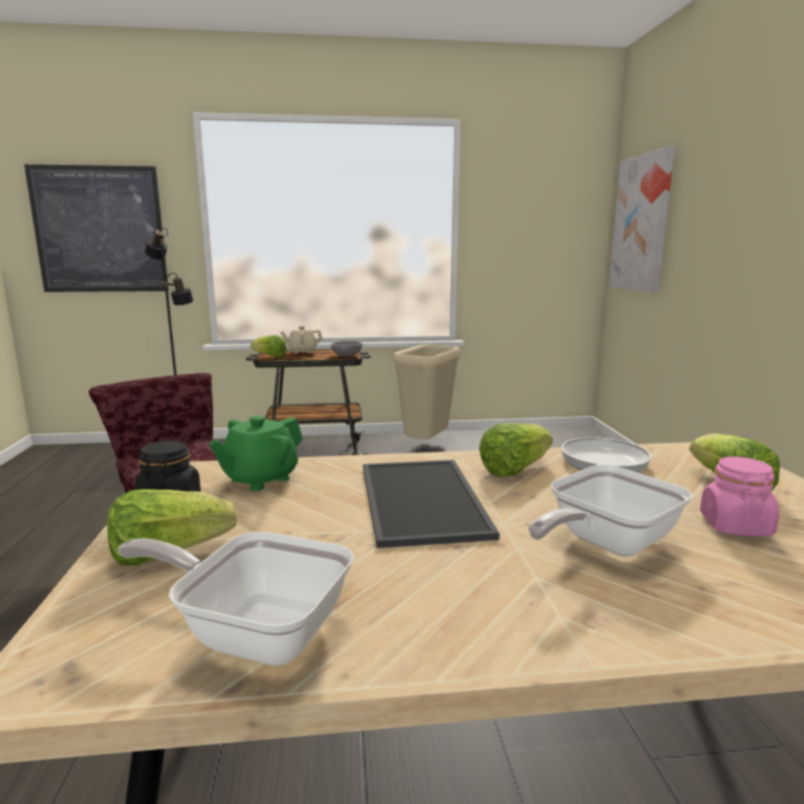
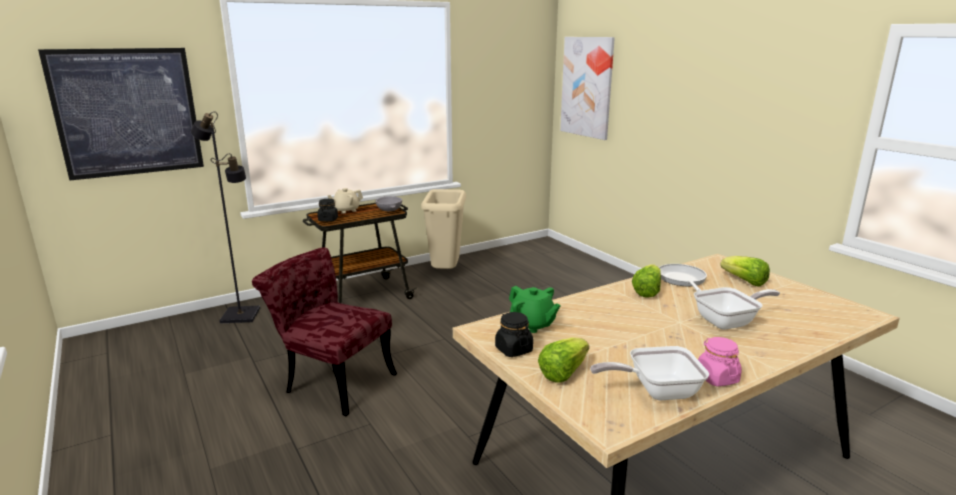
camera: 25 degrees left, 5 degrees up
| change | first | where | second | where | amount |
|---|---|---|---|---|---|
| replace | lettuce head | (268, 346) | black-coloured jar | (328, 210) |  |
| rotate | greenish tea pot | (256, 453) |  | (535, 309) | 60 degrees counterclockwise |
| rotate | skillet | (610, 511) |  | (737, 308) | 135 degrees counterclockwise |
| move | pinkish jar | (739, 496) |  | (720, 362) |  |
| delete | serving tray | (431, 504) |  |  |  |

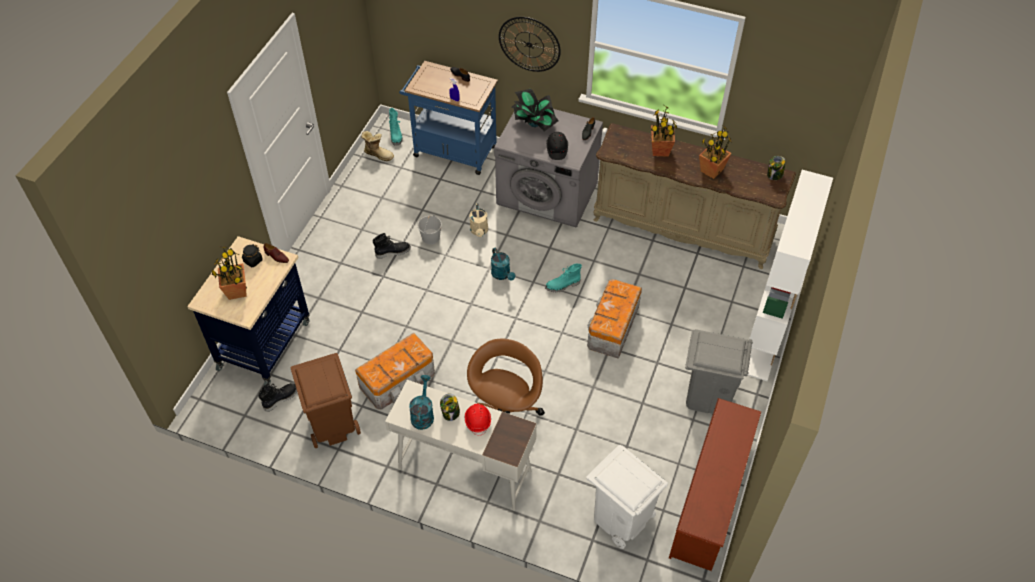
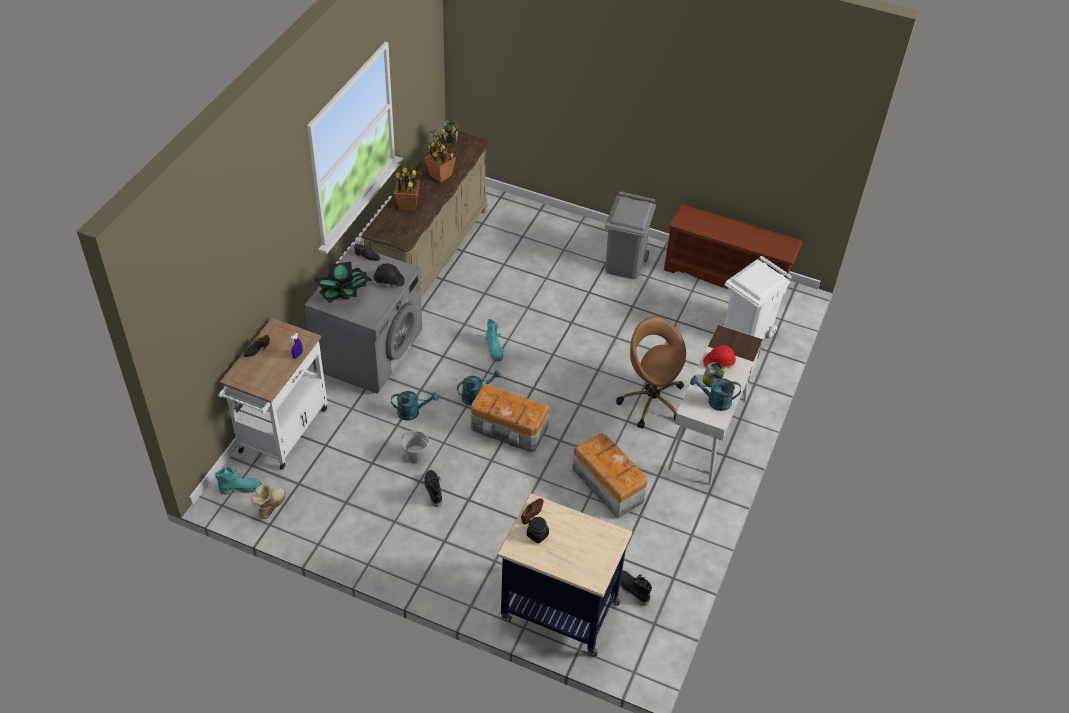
camera: 90 degrees left, 5 degrees down
| change | first | where | second | where | amount |
|---|---|---|---|---|---|
| recolor | blue-coloured trolley | (448, 118) | whitish trolley | (273, 394) |  |
| recolor | beige-coloured watering can | (478, 220) | turquoise-coloured watering can | (415, 405) |  |
| move | storage box | (614, 319) |  | (510, 417) |  |
| delete | potted plant | (229, 273) |  |  |  |
| delete | brown-coloured rubbish bin | (326, 400) |  |  |  |
| delete | wall clock | (530, 44) |  |  |  |
| delete | whitish bookshelf | (790, 275) |  |  |  |

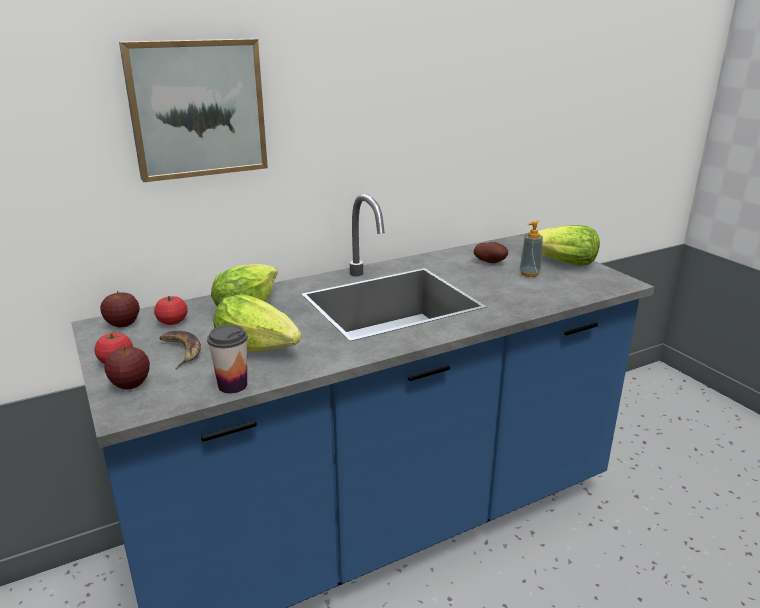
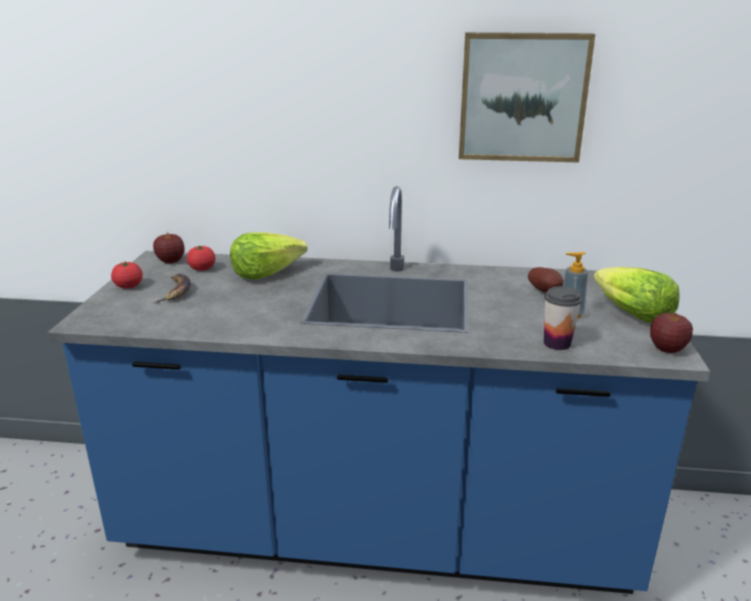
camera: 35 degrees right, 0 degrees up
| change | first | where | second | where | amount |
|---|---|---|---|---|---|
| move | wall art | (193, 110) |  | (527, 97) |  |
| move | drinking cup | (227, 359) |  | (563, 318) |  |
| move | whole apple | (127, 368) |  | (671, 333) |  |
| delete | lettuce head | (257, 323) |  |  |  |

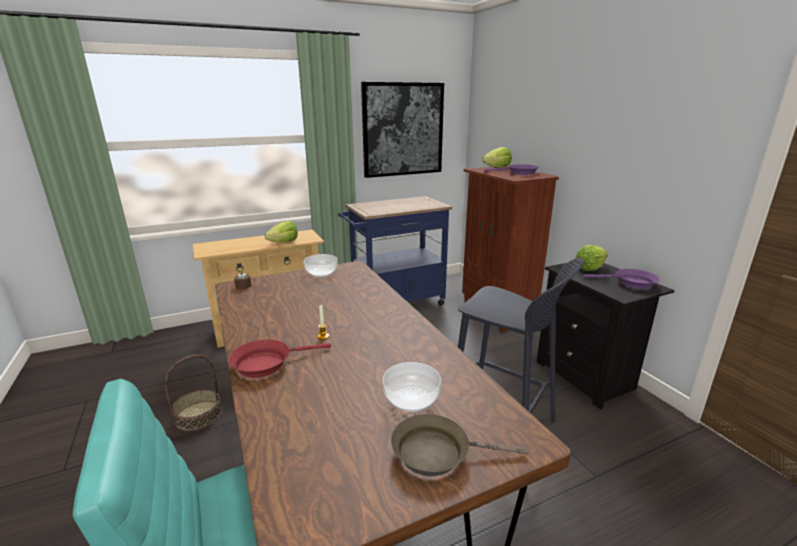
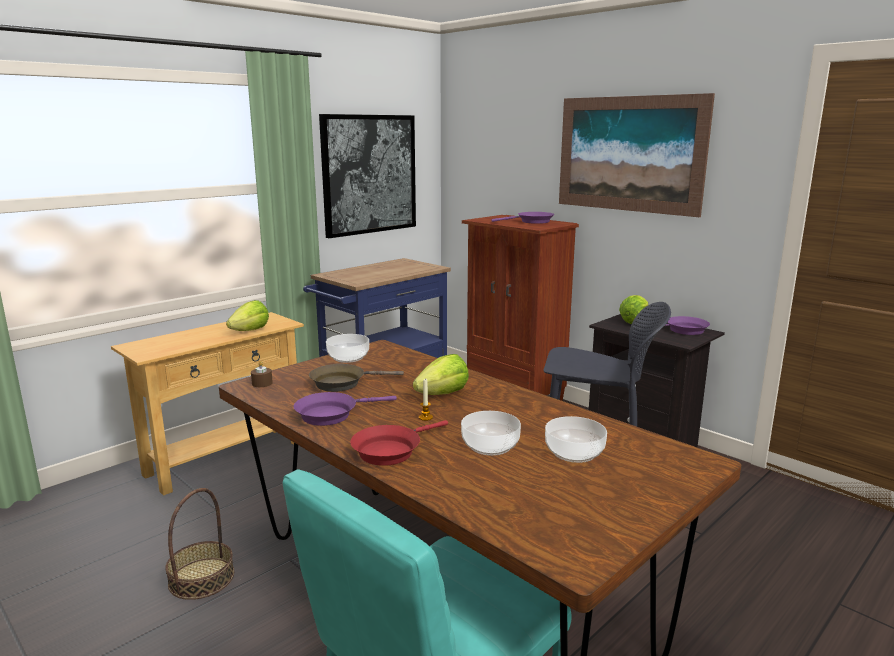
camera: 20 degrees left, 5 degrees down
| change | first | where | second | where | amount |
|---|---|---|---|---|---|
| insert |  |  | purplish skillet | (345, 409) |  |
| move | brown-coloured skillet | (459, 445) |  | (356, 378) |  |
| move | lettuce head | (497, 157) |  | (441, 374) |  |
| insert |  |  | deep dish | (491, 433) |  |
| insert |  |  | wall art | (637, 155) |  |

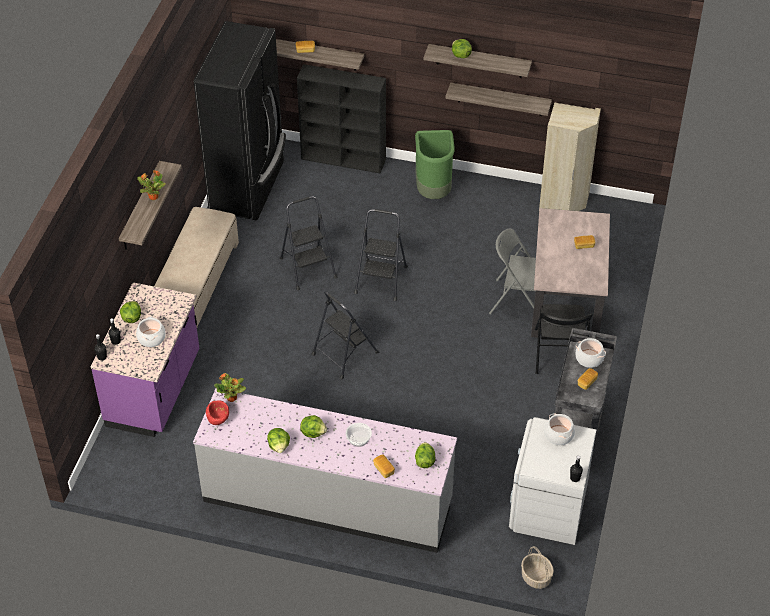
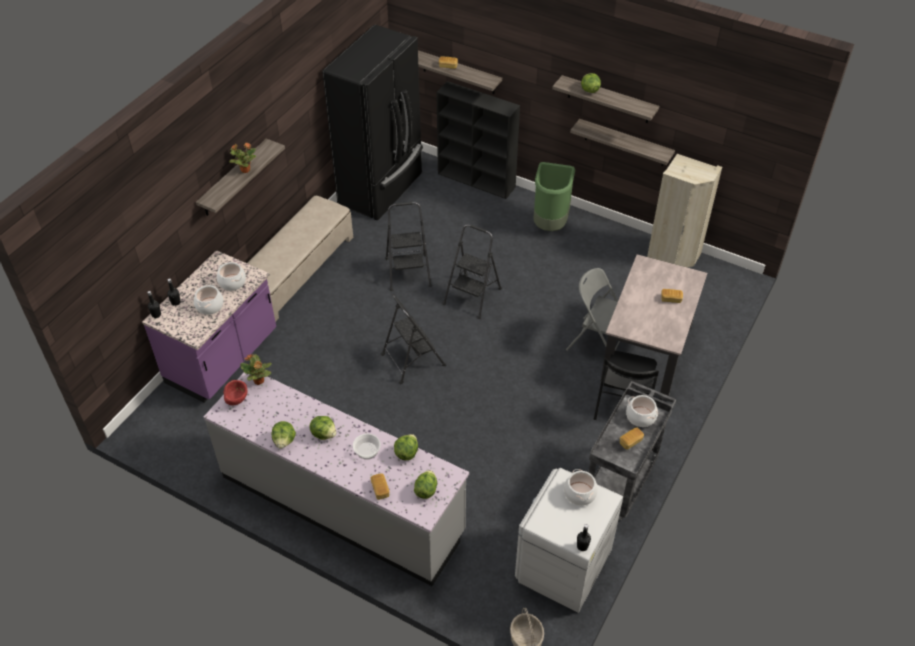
camera: 15 degrees right, 0 degrees up
| change | first | where | second | where | amount |
|---|---|---|---|---|---|
| insert |  |  | stockpot | (231, 276) |  |
| move | lettuce head | (130, 312) |  | (406, 447) |  |

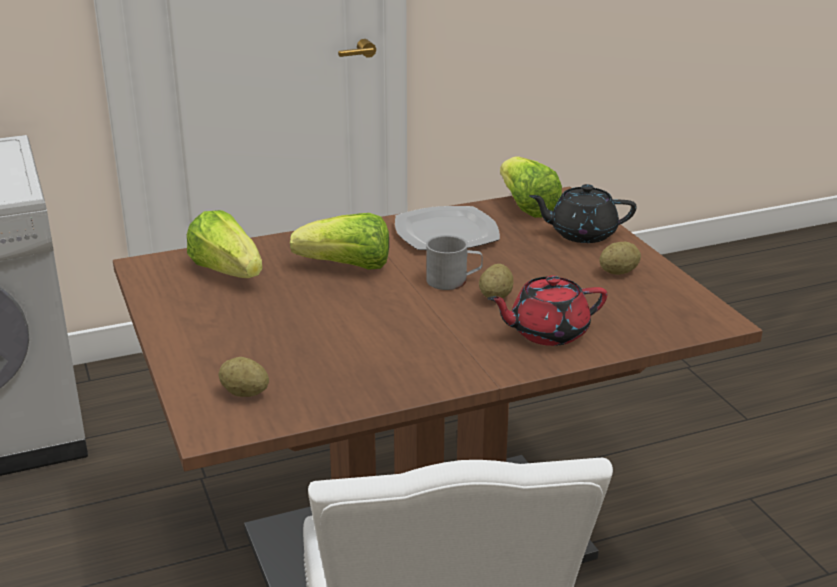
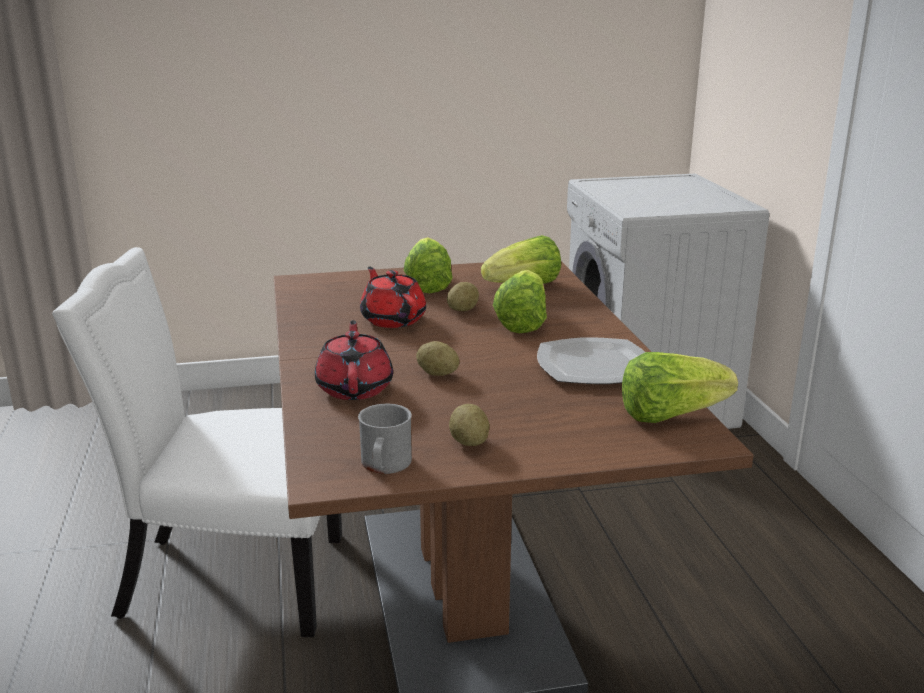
camera: 100 degrees right, 5 degrees down
| change | first | where | second | where | amount |
|---|---|---|---|---|---|
| move | gray mug | (454, 262) |  | (385, 439) |  |
| insert |  |  | reddish tea pot | (393, 297) |  |
| insert |  |  | lettuce head | (428, 265) |  |
| move | potato | (244, 377) |  | (463, 296) |  |
| delete | black-coloured tea pot | (583, 213) |  |  |  |

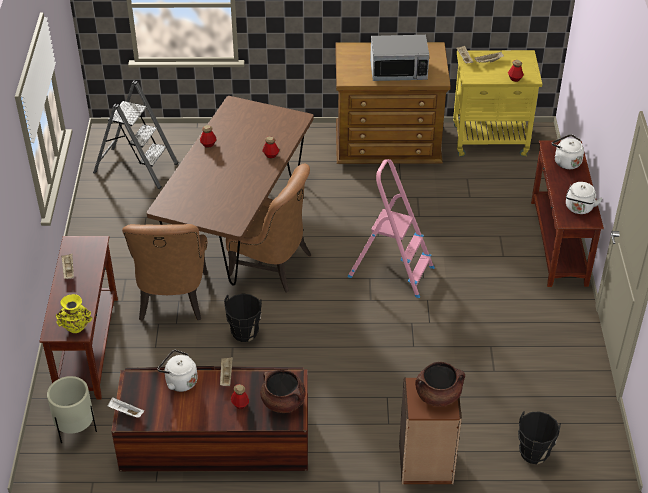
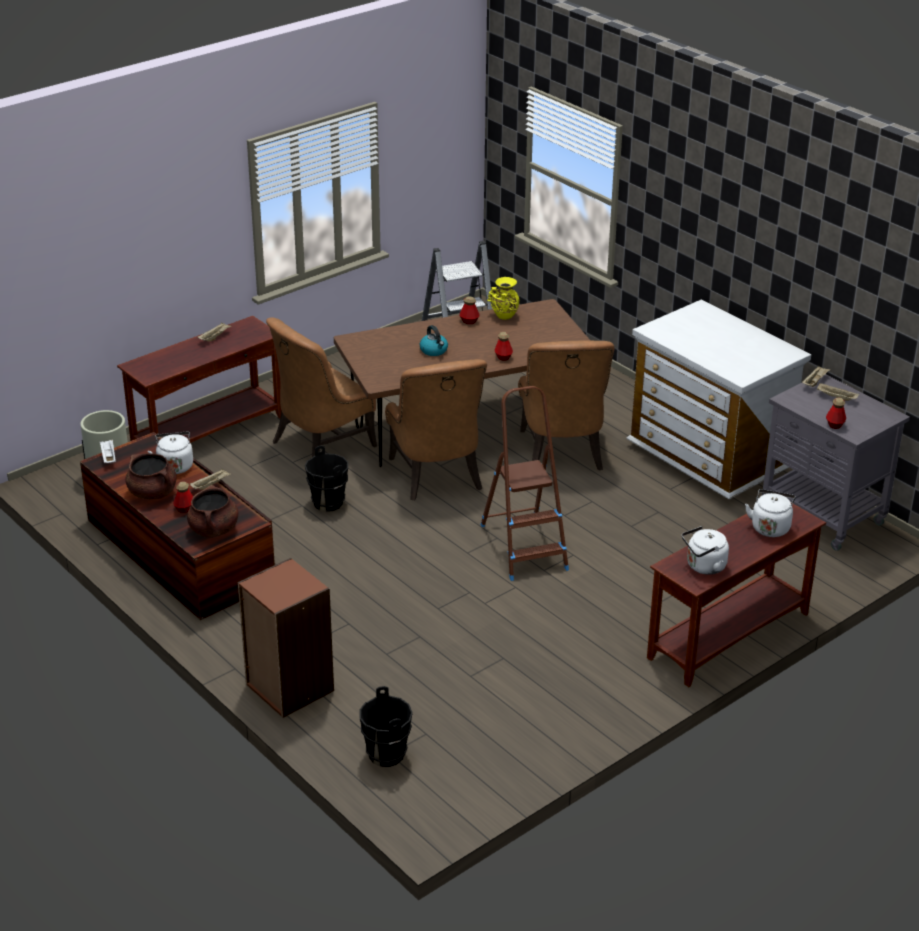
camera: 50 degrees right, 10 degrees down
| change | first | where | second | where | amount |
|---|---|---|---|---|---|
| move | brown-coloured stockpot | (440, 384) |  | (151, 476) |  |
| insert |  |  | tea kettle | (434, 340) |  |
| recolor | pinkish stepladder | (391, 228) | brown-coloured stepladder | (524, 483) |  |
| move | yellowish flower vase | (74, 313) |  | (503, 298) |  |
| insert |  |  | brown-coloured plain chair | (566, 405) |  |
| recolor | brown-coloured dresser | (393, 103) | whitish dresser | (718, 399) |  |
| recolor | yellowish trolley | (497, 103) | gray trolley | (836, 462) |  |
| delete | microwave | (399, 58) |  |  |  |

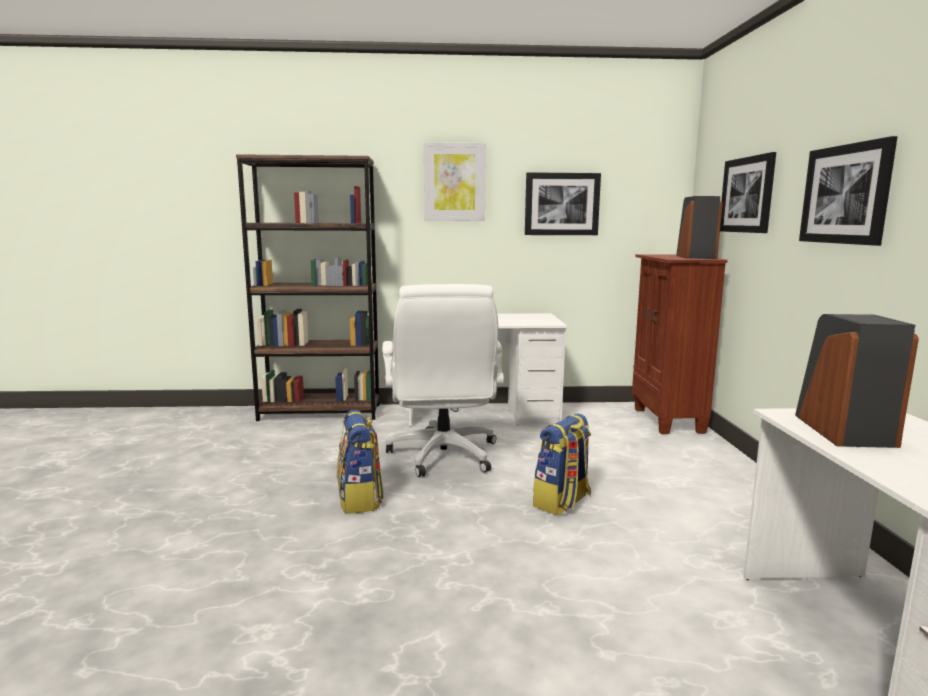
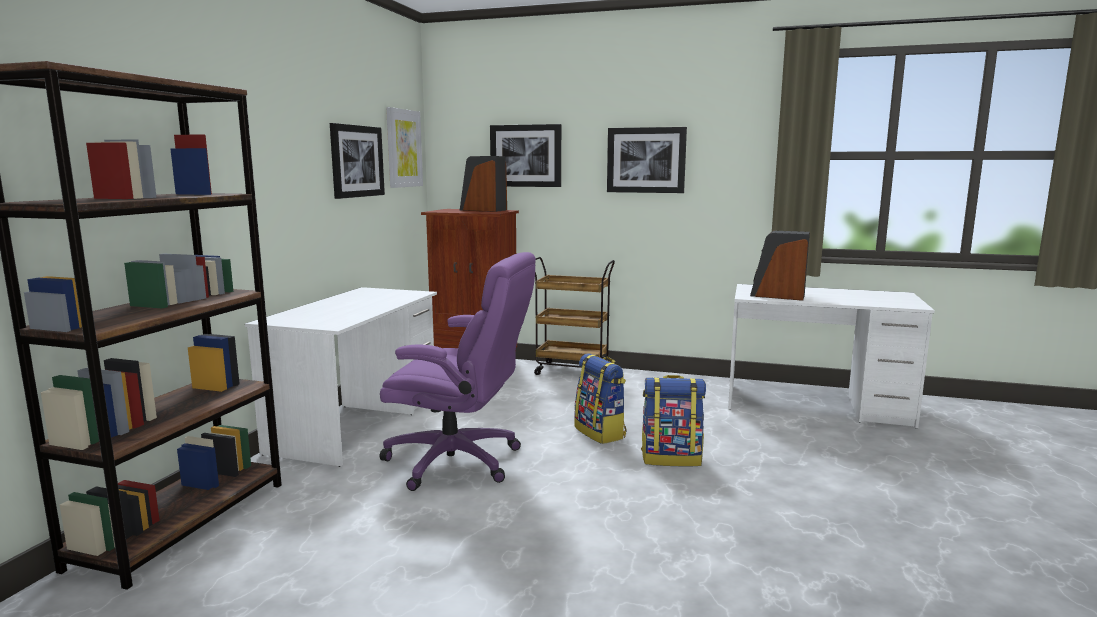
camera: 70 degrees left, 0 degrees up
| change | first | where | second | where | amount |
|---|---|---|---|---|---|
| recolor | whitish office chair | (443, 380) | purplish office chair | (458, 371) |  |
| move | wall art | (455, 181) |  | (404, 147) |  |
| insert |  |  | brown-coloured trolley | (574, 316) |  |
| move | knapsack | (360, 462) |  | (673, 421) |  |

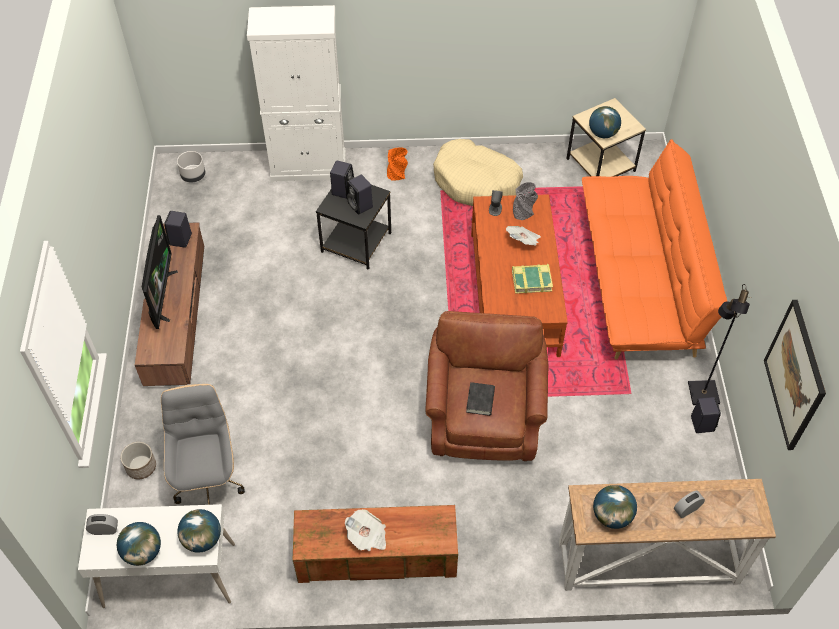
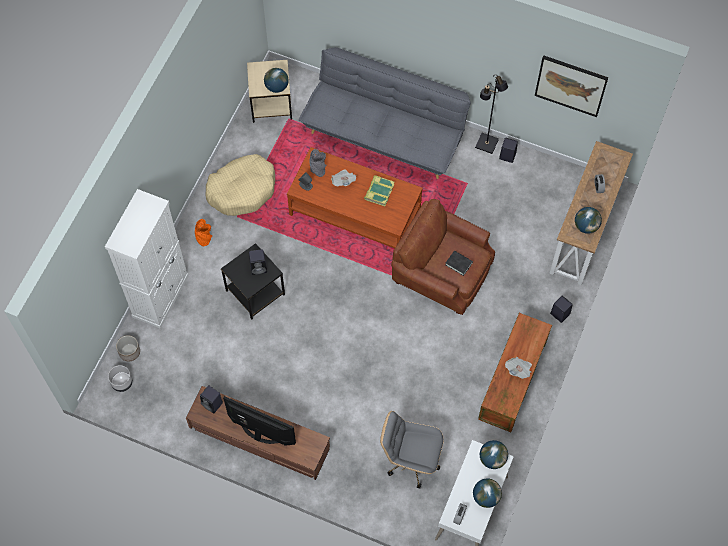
camera: 65 degrees left, 10 degrees up
| change | first | where | second | where | amount |
|---|---|---|---|---|---|
| move | plant pot | (138, 460) |  | (128, 348) |  |
| recolor | orange sofa | (654, 249) | gray sofa | (385, 113) |  |
| move | black-coloured speaker | (342, 180) |  | (561, 309) |  |

